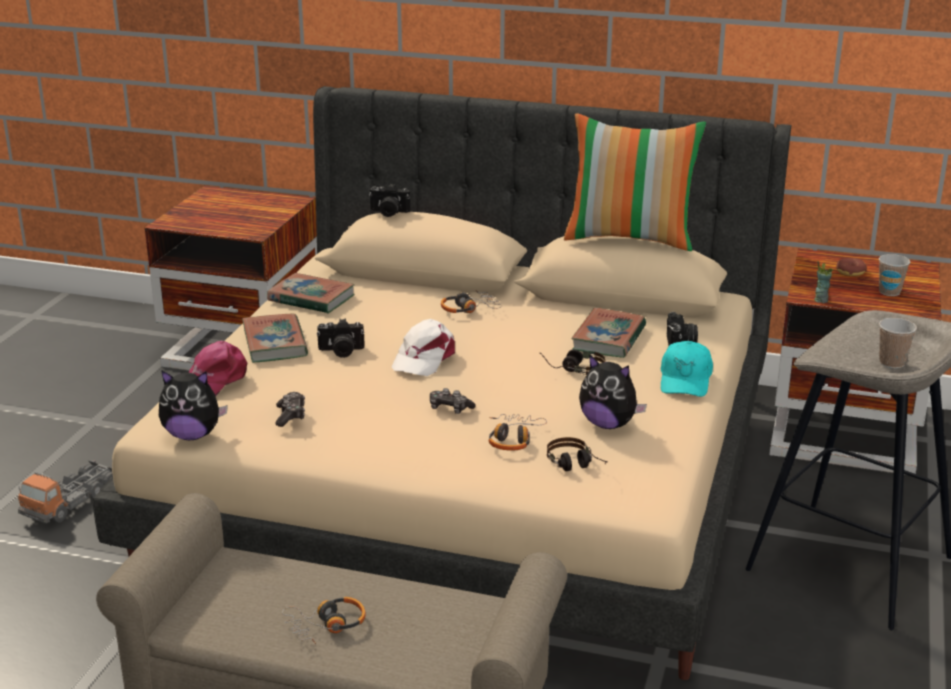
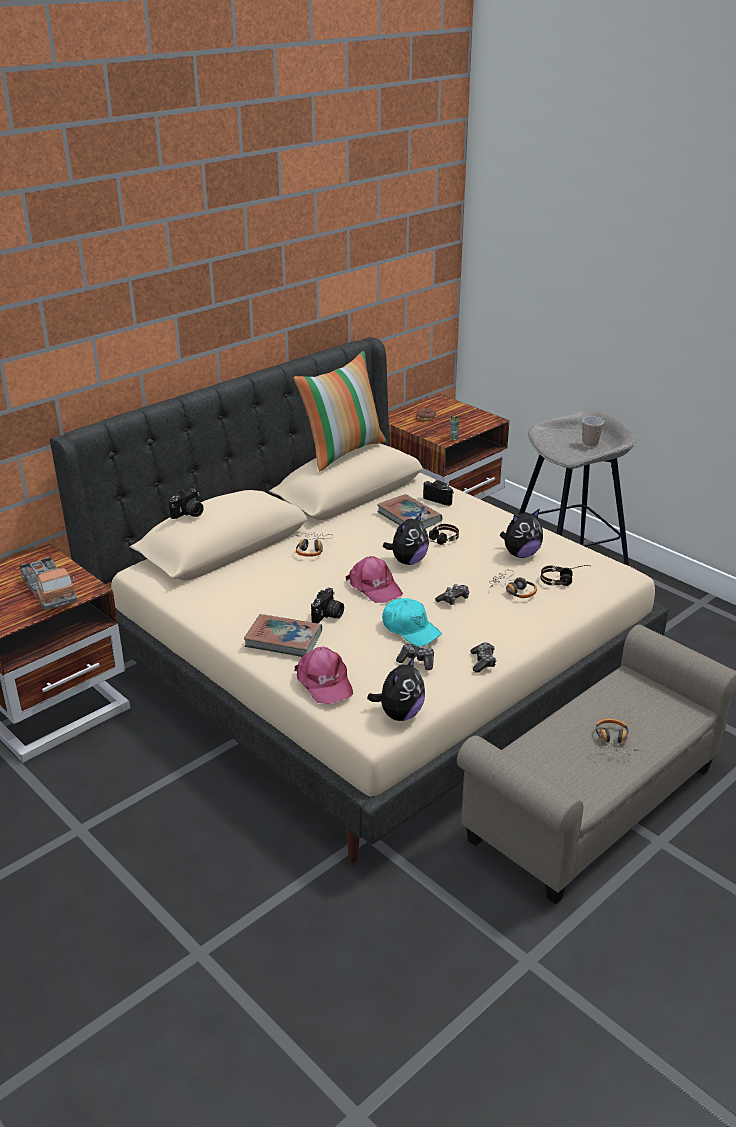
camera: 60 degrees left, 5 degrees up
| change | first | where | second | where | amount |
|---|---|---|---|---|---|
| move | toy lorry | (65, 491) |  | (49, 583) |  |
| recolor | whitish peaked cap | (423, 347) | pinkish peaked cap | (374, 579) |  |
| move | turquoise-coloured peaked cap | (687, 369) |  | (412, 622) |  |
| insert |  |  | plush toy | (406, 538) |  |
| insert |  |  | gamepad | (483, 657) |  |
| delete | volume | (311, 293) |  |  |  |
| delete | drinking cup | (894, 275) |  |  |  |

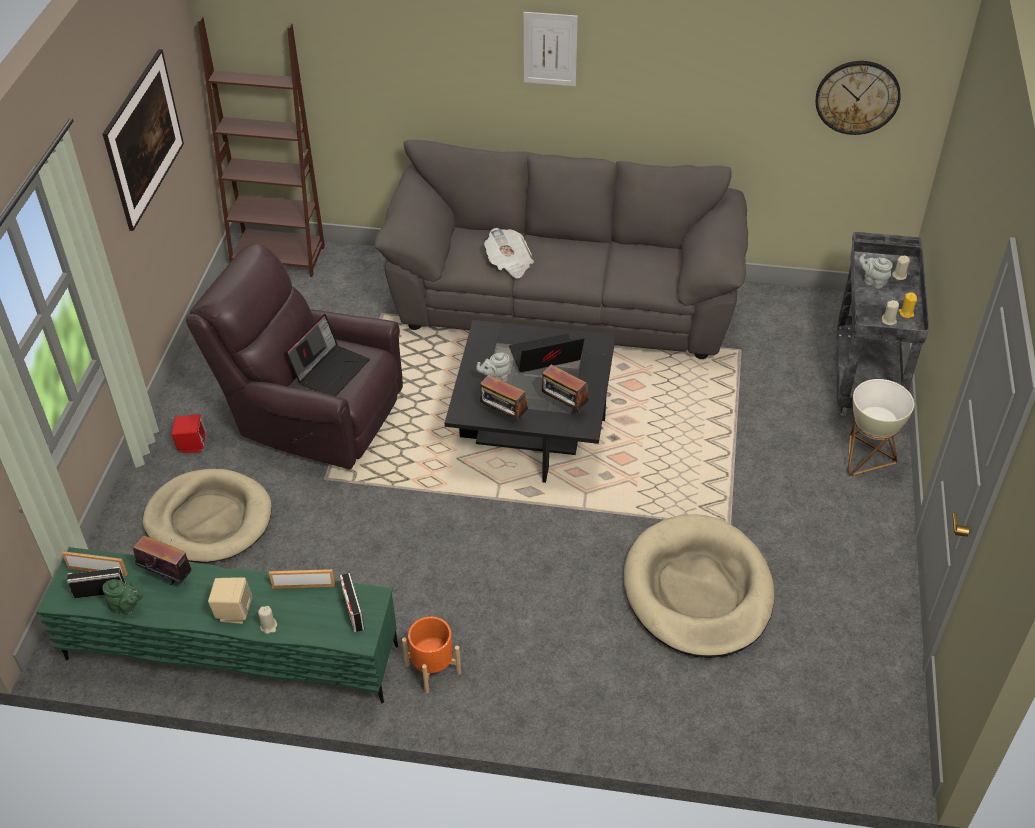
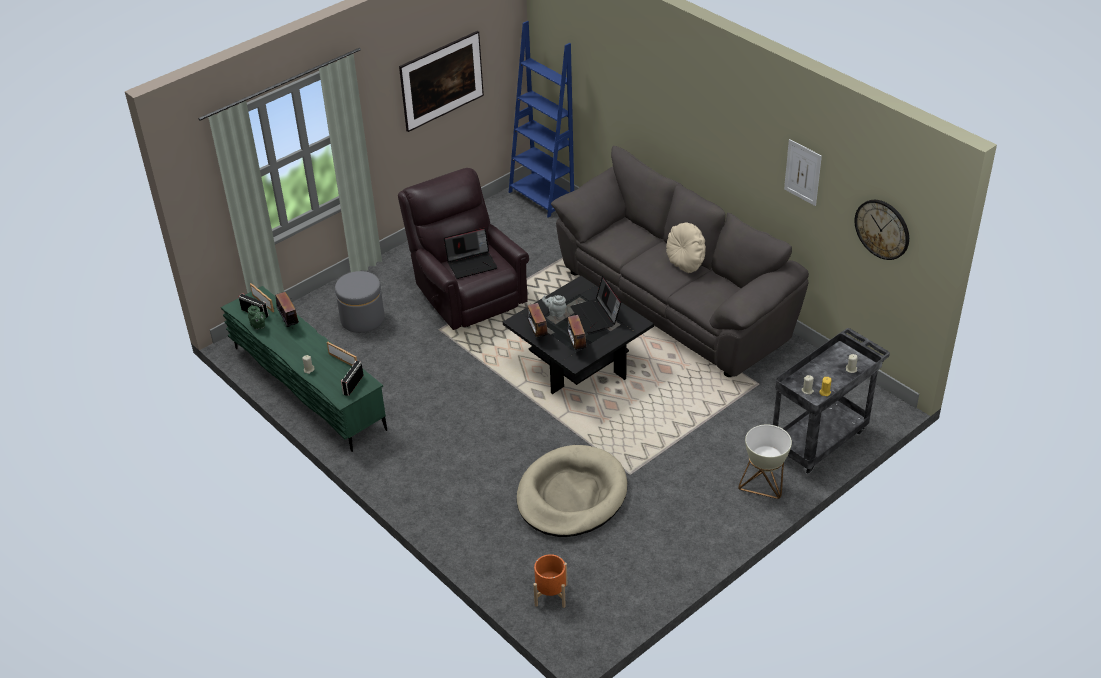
camera: 40 degrees right, 5 degrees down
| change | first | where | second | where | amount |
|---|---|---|---|---|---|
| replace | beige-coloured pet bed | (207, 516) | gray pouffe | (360, 302) |  |
| recolor | brown-coloured bookshelf | (261, 146) | blue-coloured bookshelf | (541, 119) |  |
| move | orange plant pot | (431, 655) |  | (550, 581) |  |
| rotate | laptop | (547, 353) |  | (595, 304) | 135 degrees counterclockwise |
| insert |  |  | beige-coloured throw pillow | (686, 248) |  |
| move | wall art | (550, 49) |  | (803, 172) |  |
| delete | reddish speaker | (188, 433) |  |  |  |
| delete | beige-coloured speaker | (230, 600) |  |  |  |
| delete | printed paper | (509, 253) |  |  |  |
| delete | gray tea pot | (876, 271) |  |  |  |

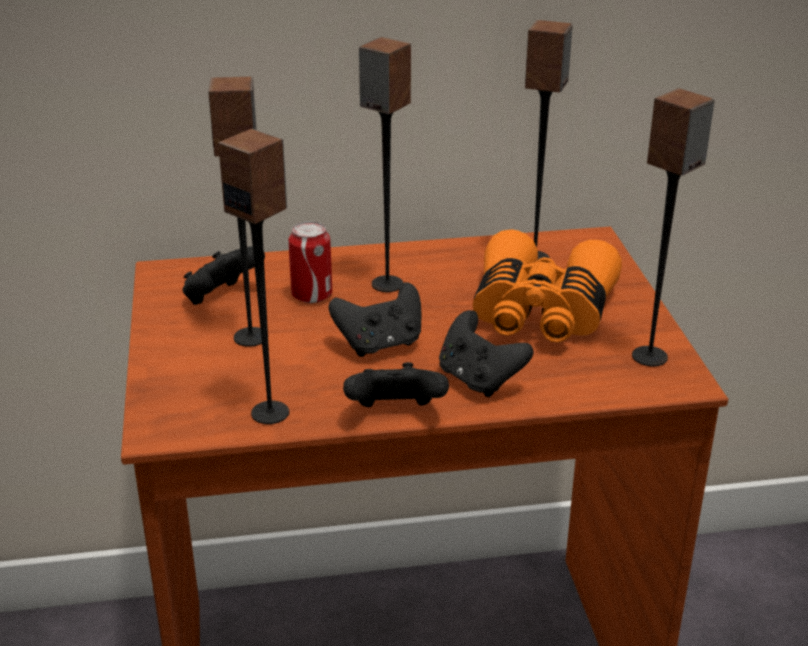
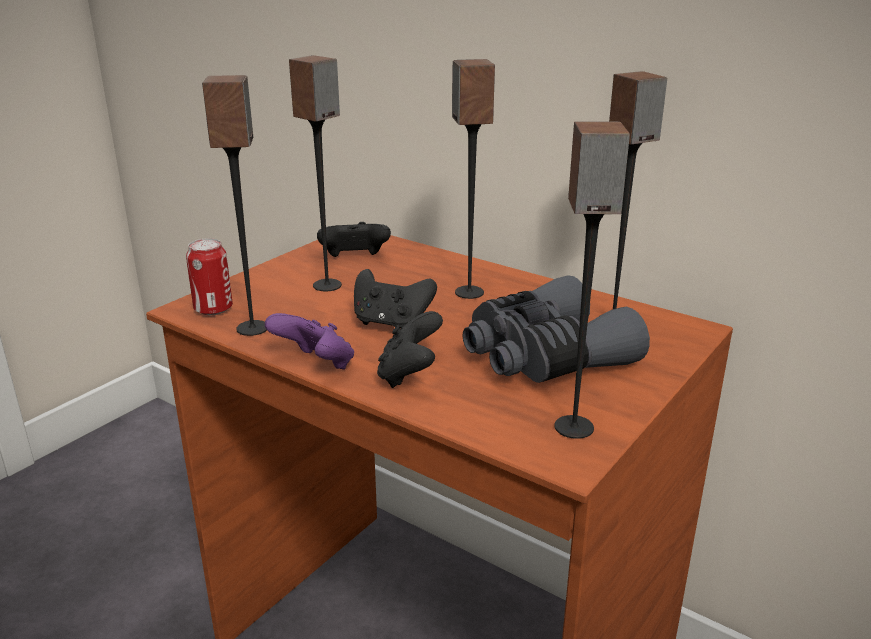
camera: 45 degrees right, 5 degrees down
| change | first | where | second | where | amount |
|---|---|---|---|---|---|
| move | metal can | (310, 262) |  | (209, 276) |  |
| recolor | black-coloured gamepad | (396, 384) | purplish gamepad | (309, 341) |  |
| recolor | orange pair of binoculars | (547, 286) | gray pair of binoculars | (556, 329) |  |

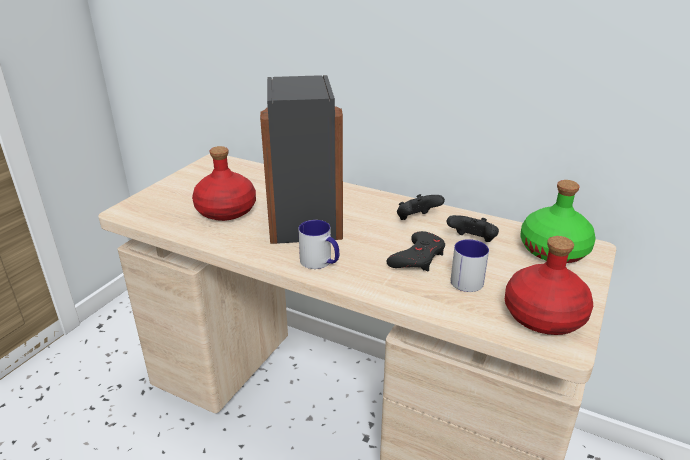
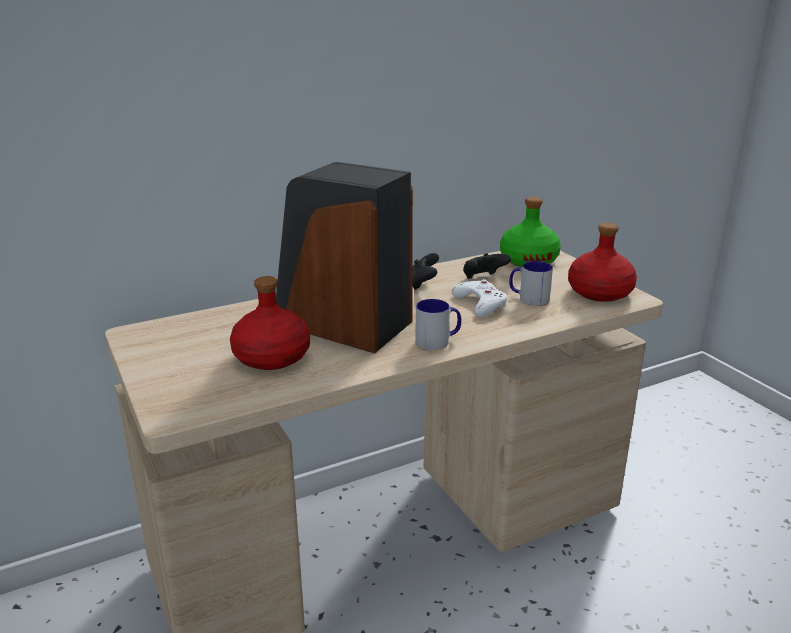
camera: 55 degrees left, 5 degrees down
| change | first | where | second | where | amount |
|---|---|---|---|---|---|
| recolor | black-coloured gamepad | (416, 251) | whitish gamepad | (480, 298) |  |

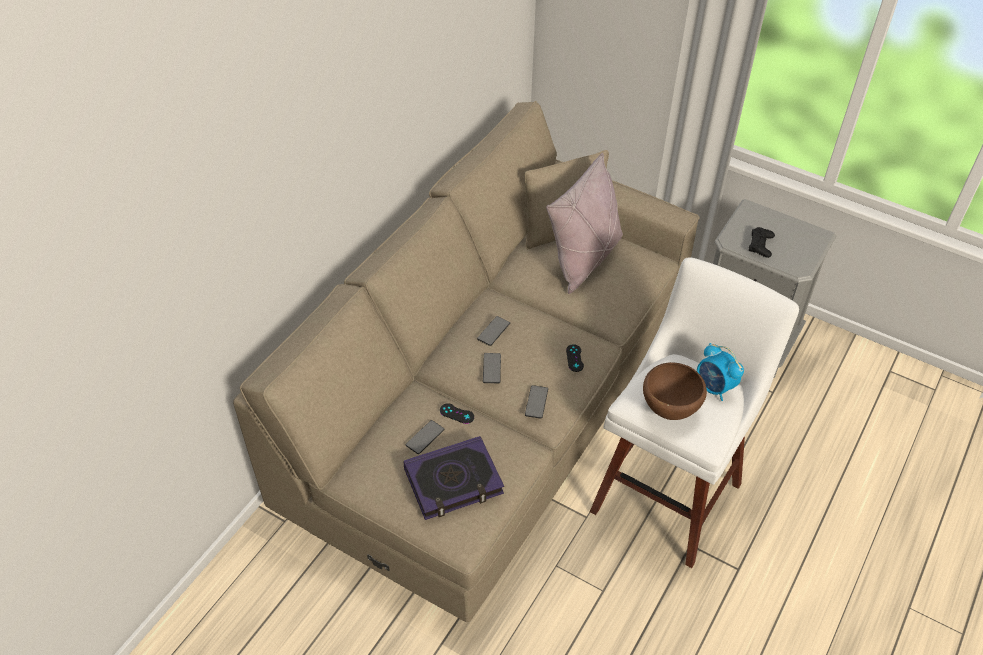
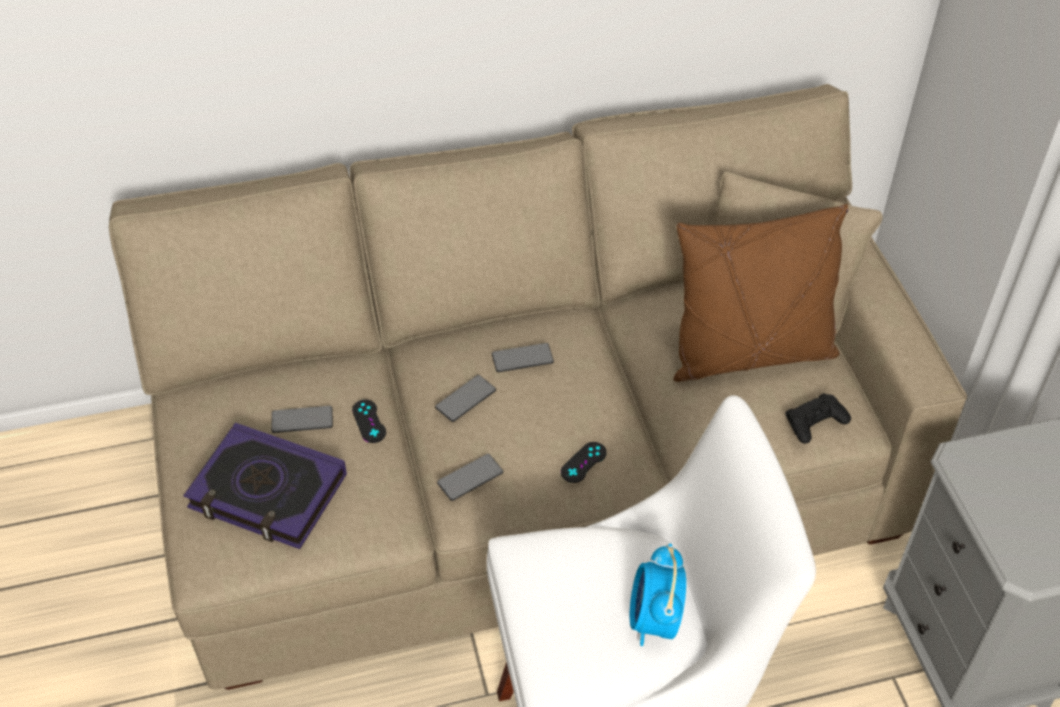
camera: 45 degrees right, 0 degrees up
| change | first | where | second | where | amount |
|---|---|---|---|---|---|
| recolor | purplish throw pillow | (584, 223) | brown-coloured throw pillow | (761, 293) |  |
| move | black-coloured gamepad | (762, 242) |  | (818, 418) |  |
| delete | brown-coloured deep dish | (675, 391) |  |  |  |

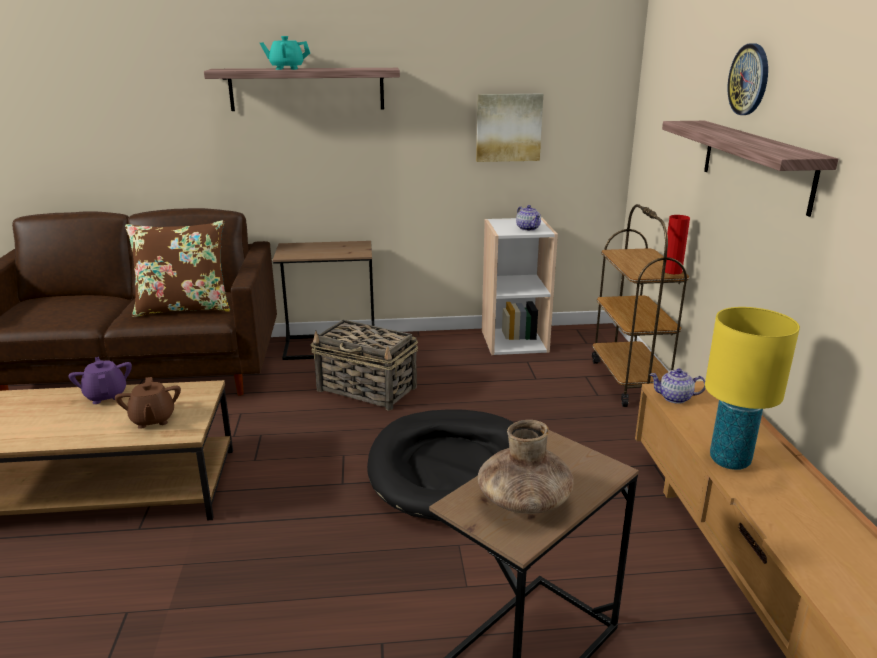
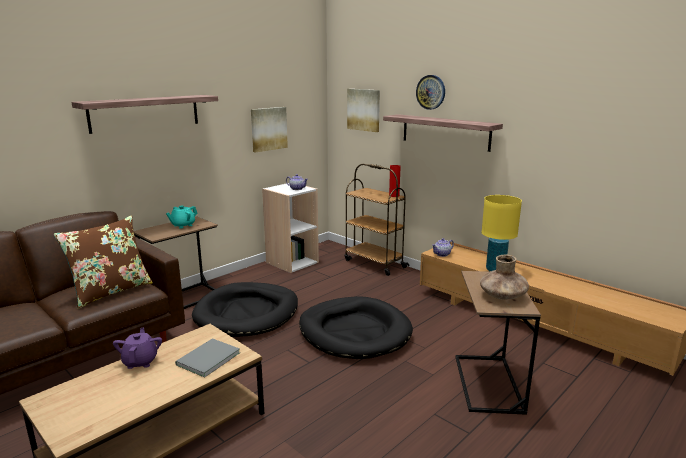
camera: 40 degrees left, 5 degrees down
| change | first | where | second | where | amount |
|---|---|---|---|---|---|
| rotate | purplish tea pot | (100, 380) |  | (137, 348) | 60 degrees clockwise |
| move | turquoise-coloured tea pot | (285, 53) |  | (182, 217) |  |
| replace | brown-coloured tea pot | (148, 403) | gray volume | (207, 358) |  |
| replace | household basket | (364, 365) | black-coloured pet bed | (245, 309) |  |
| insert |  |  | wall art | (363, 110) |  |

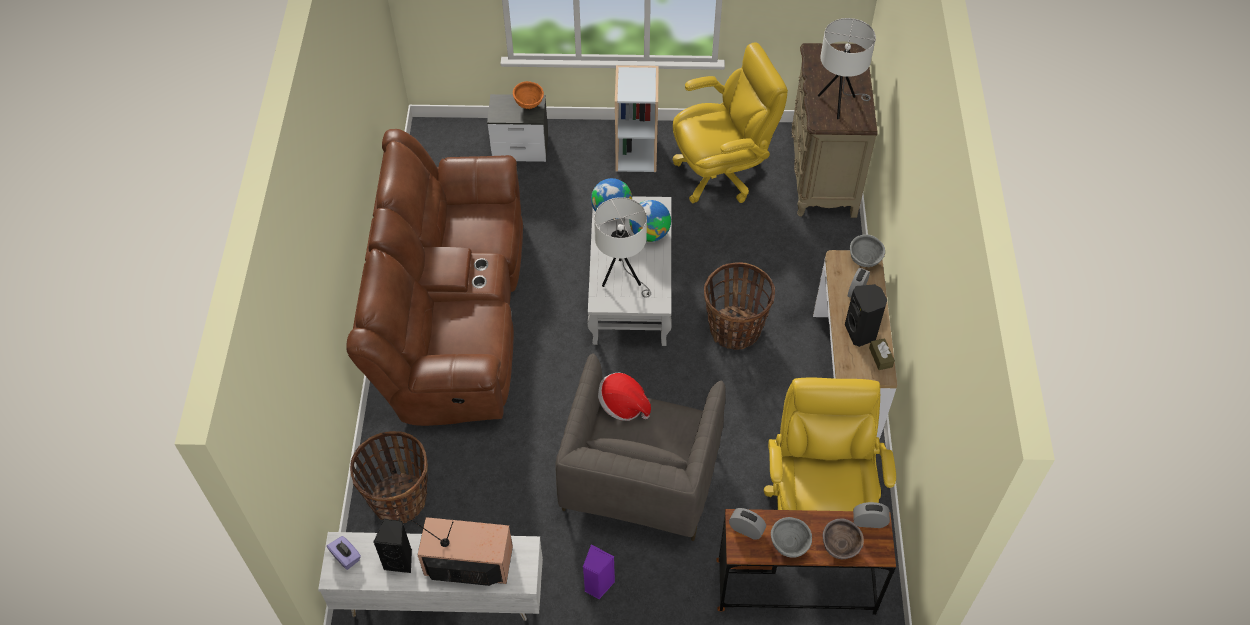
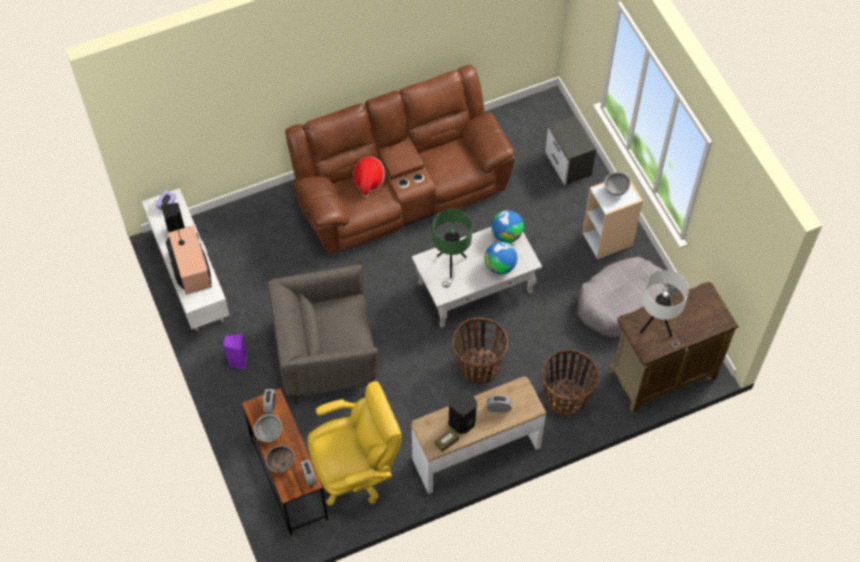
camera: 65 degrees right, 5 degrees up
| change | first | where | second | where | amount |
|---|---|---|---|---|---|
| move | clothing hat | (624, 397) |  | (369, 177) |  |
| recolor | whitish tabletop lamp | (622, 247) | greenish tabletop lamp | (452, 248) |  |
| move | household basket | (389, 477) |  | (570, 383) |  |
| replace | yellowish office chair | (730, 122) | gray pet bed | (622, 297) |  |
| move | gray deep dish | (867, 250) |  | (617, 184) |  |
| delete | orange deep dish | (528, 95) |  |  |  |

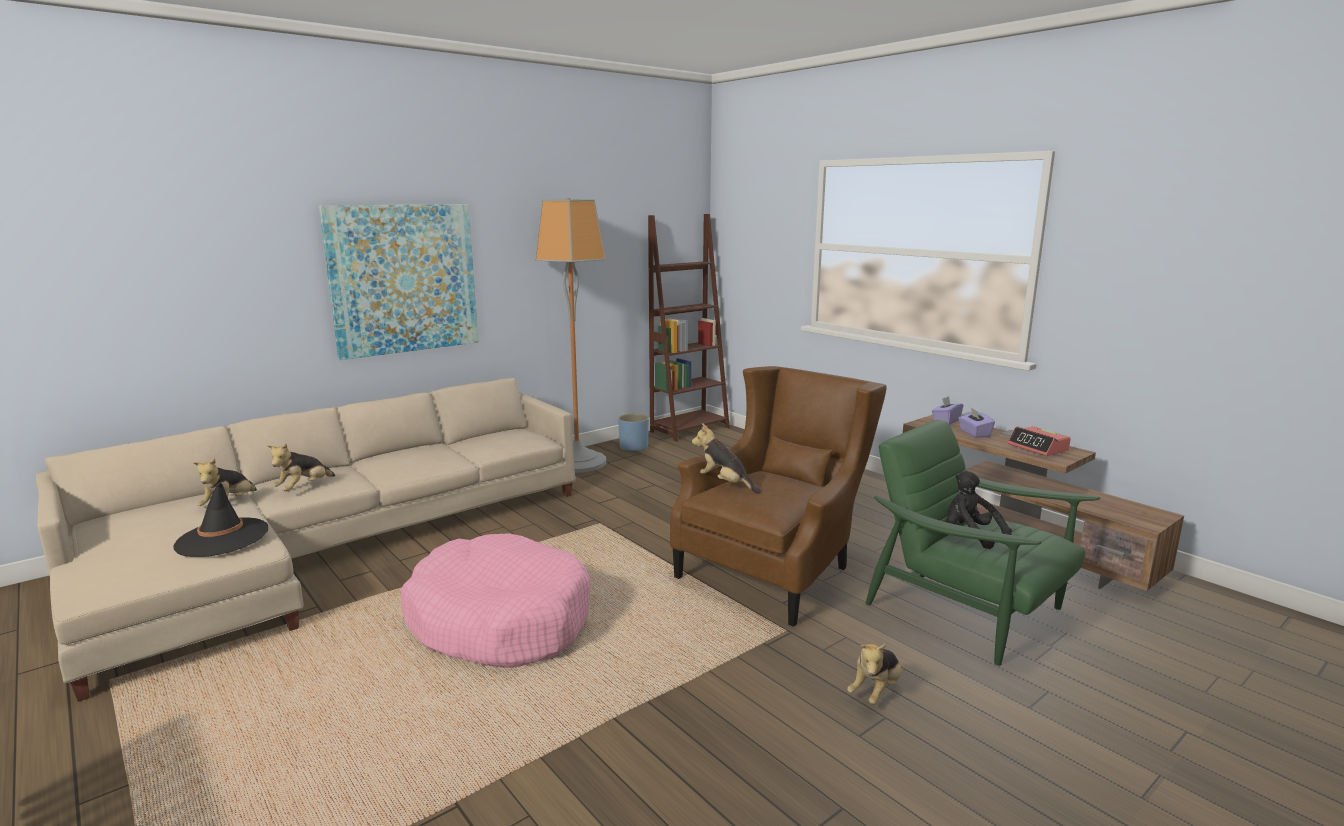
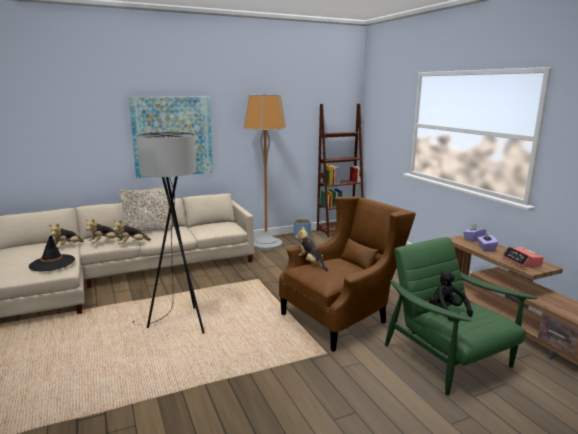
camera: 15 degrees right, 0 degrees up
| change | first | where | second | where | amount |
|---|---|---|---|---|---|
| move | plush toy | (874, 674) |  | (132, 232) |  |
| insert |  |  | beige-coloured throw pillow | (146, 209) |  |
| replace | pinkish pet bed | (495, 600) | gray floor lamp | (168, 233) |  |

